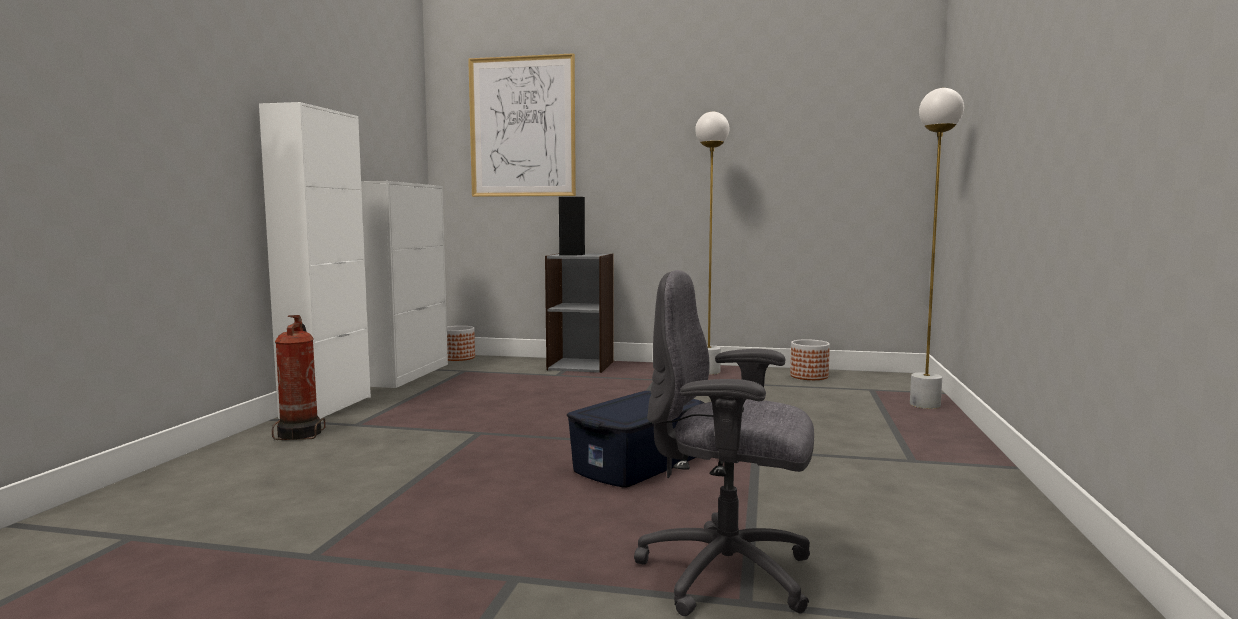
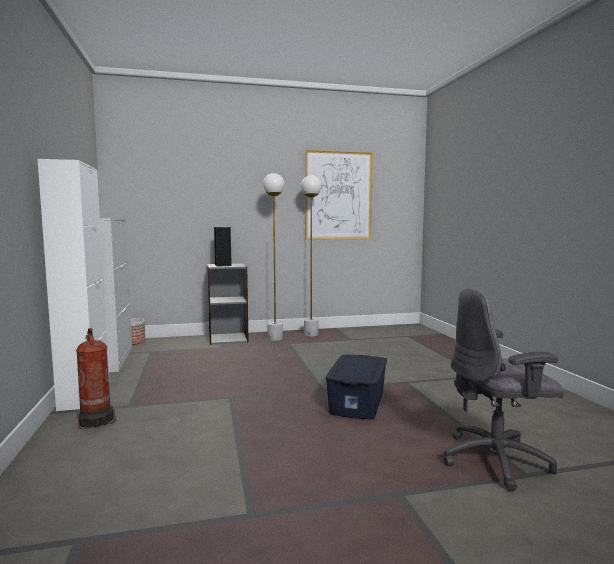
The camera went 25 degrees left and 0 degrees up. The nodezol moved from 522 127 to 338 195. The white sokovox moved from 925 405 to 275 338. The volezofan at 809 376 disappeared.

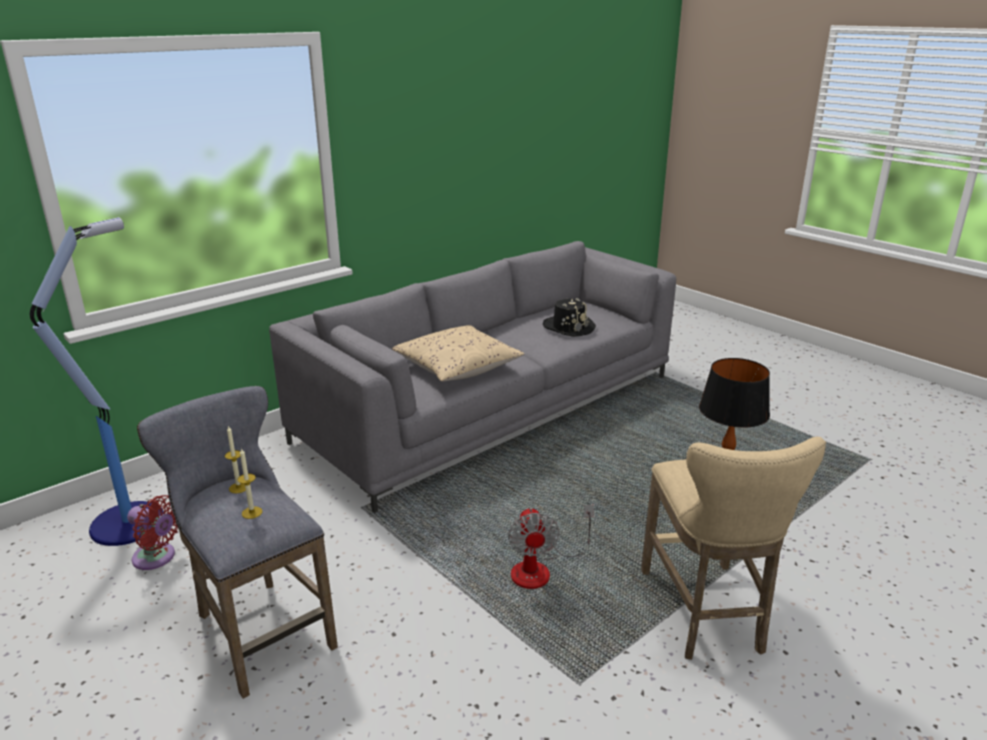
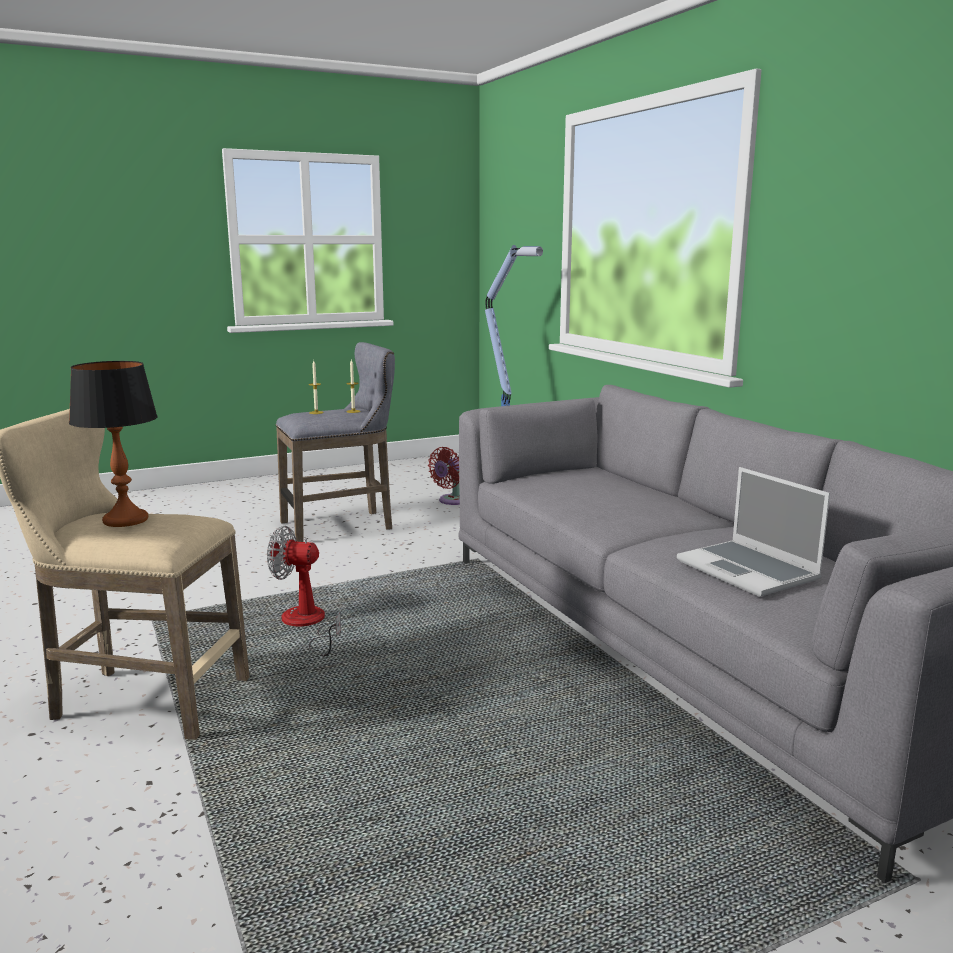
The camera went 105 degrees right and 10 degrees down. The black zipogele at 568 327 was replaced by the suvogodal at 749 571. The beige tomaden at 457 367 disappeared.

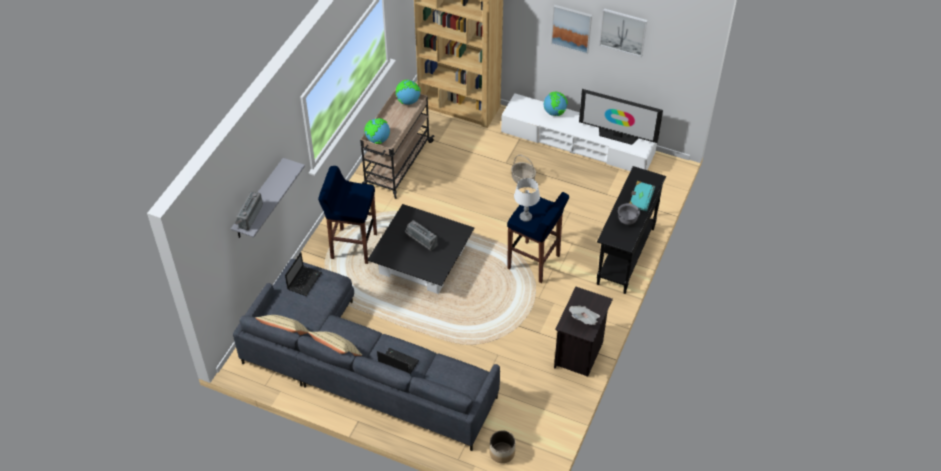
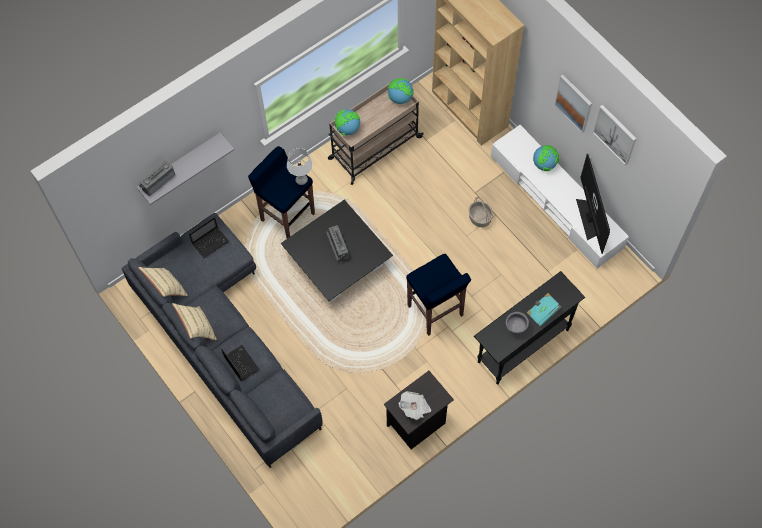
The camera went 30 degrees right and 15 degrees up. The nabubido at 617 135 turned 150 degrees counterclockwise. The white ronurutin moved from 525 217 to 301 180. The volezofan at 501 452 disappeared.

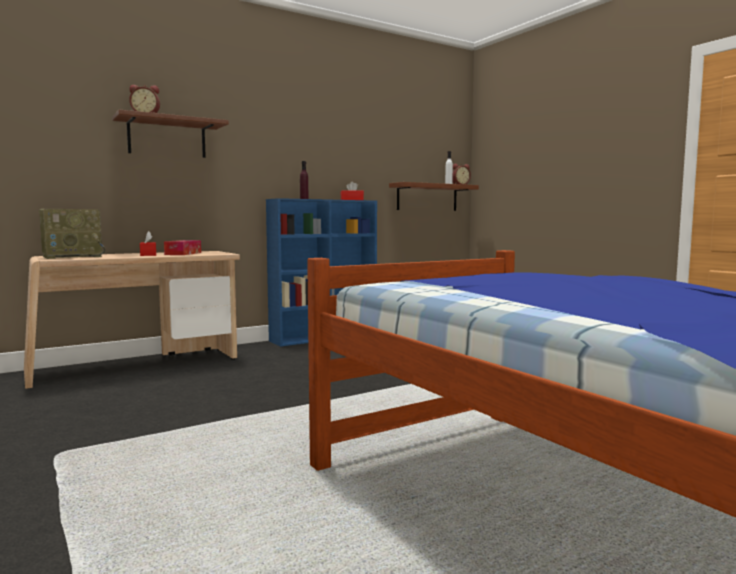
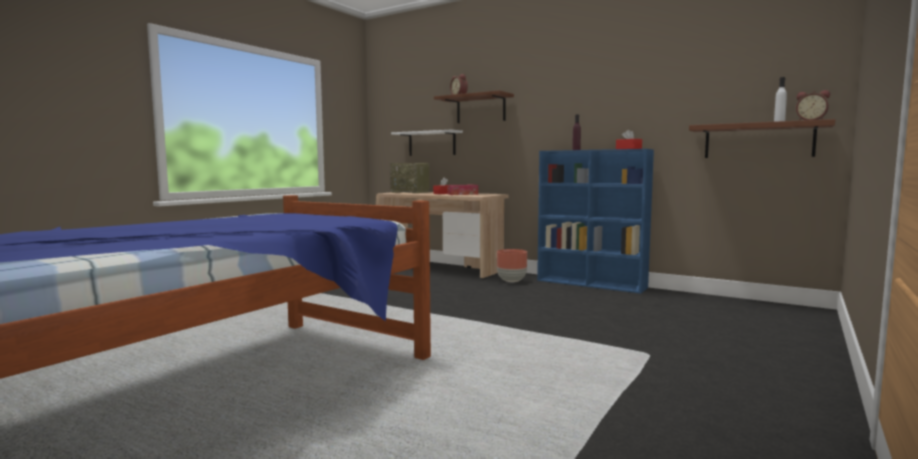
The camera went 65 degrees right and 0 degrees up. The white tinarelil at 432 143 appeared. The brown volezofan at 512 281 appeared.

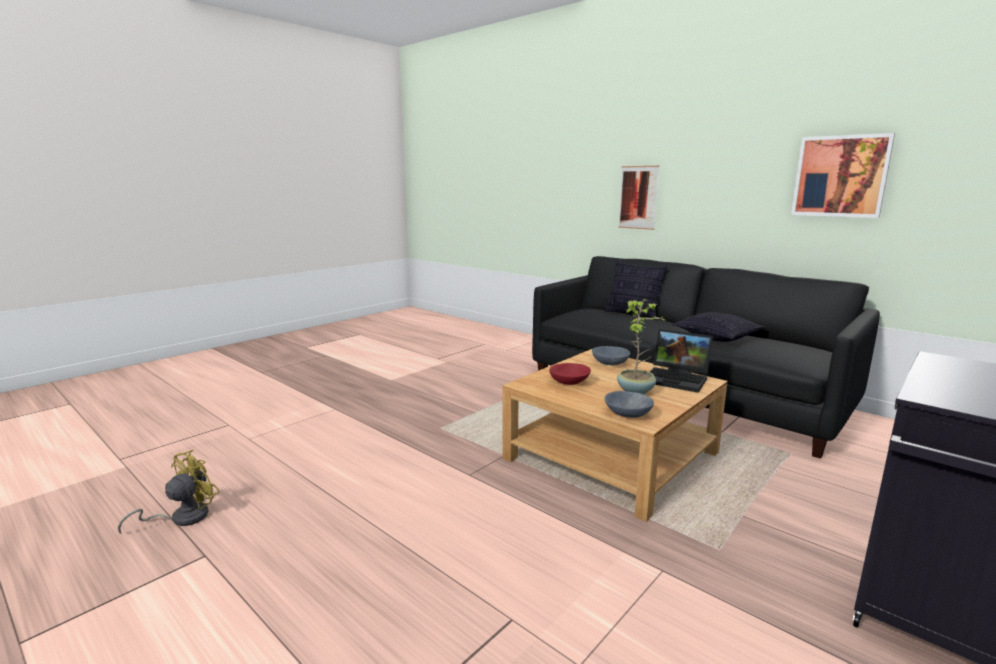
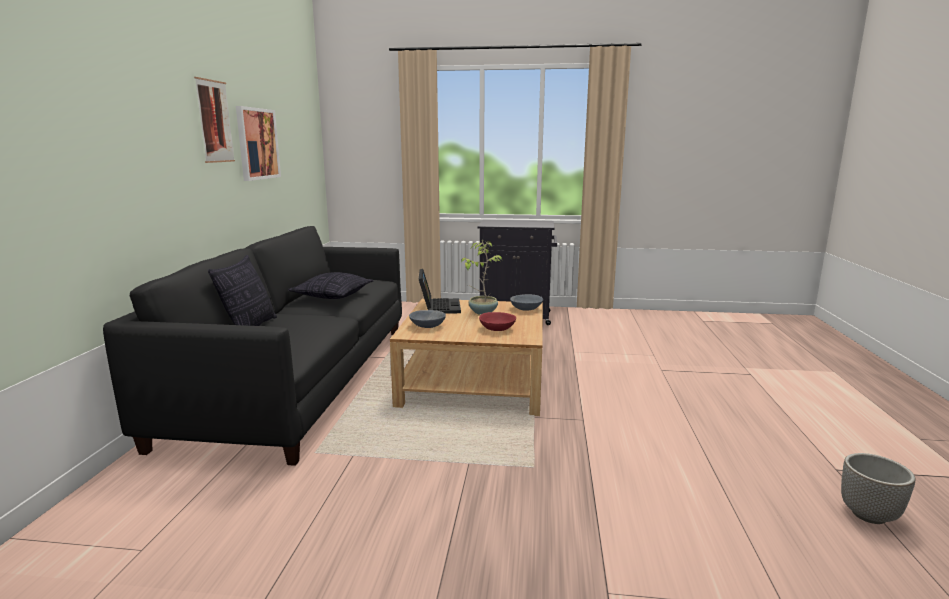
The camera went 125 degrees left and 0 degrees up. The nodezol moved from 638 197 to 215 121. The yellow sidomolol at 182 518 was replaced by the volezofan at 869 515.

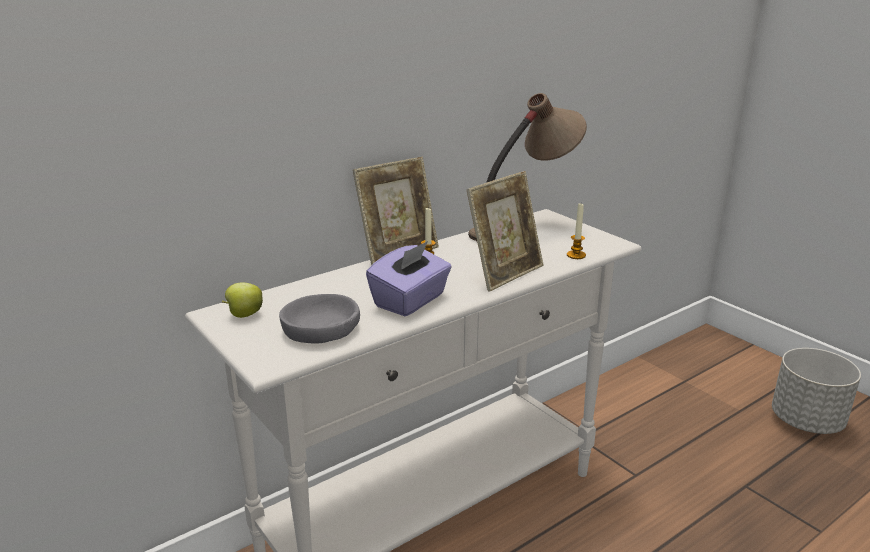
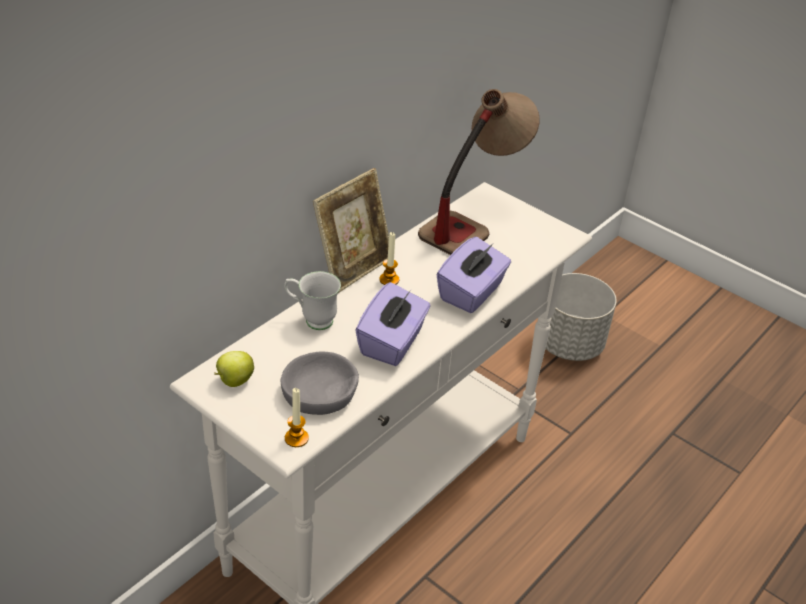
The camera went 15 degrees left and 15 degrees up. The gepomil at 505 273 was replaced by the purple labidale at 471 293. The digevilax moved from 576 255 to 296 438. The grey volezofan moved from 806 421 to 569 344. The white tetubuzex at 312 319 appeared.

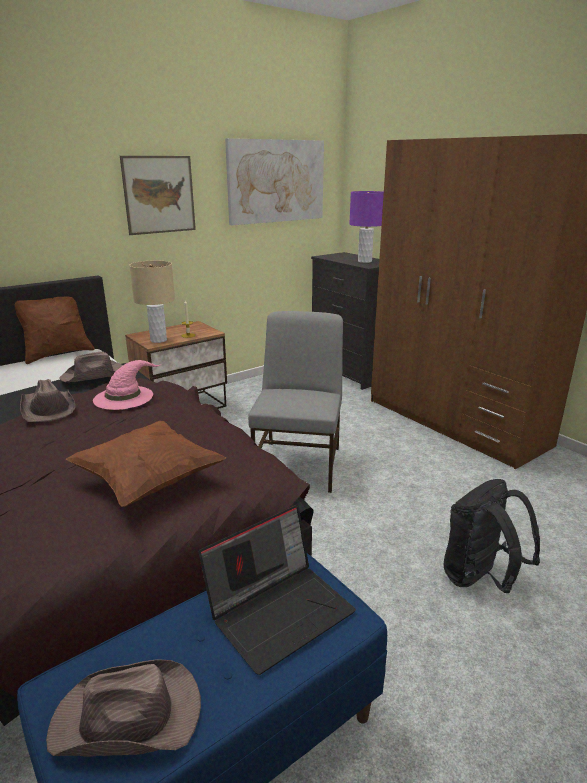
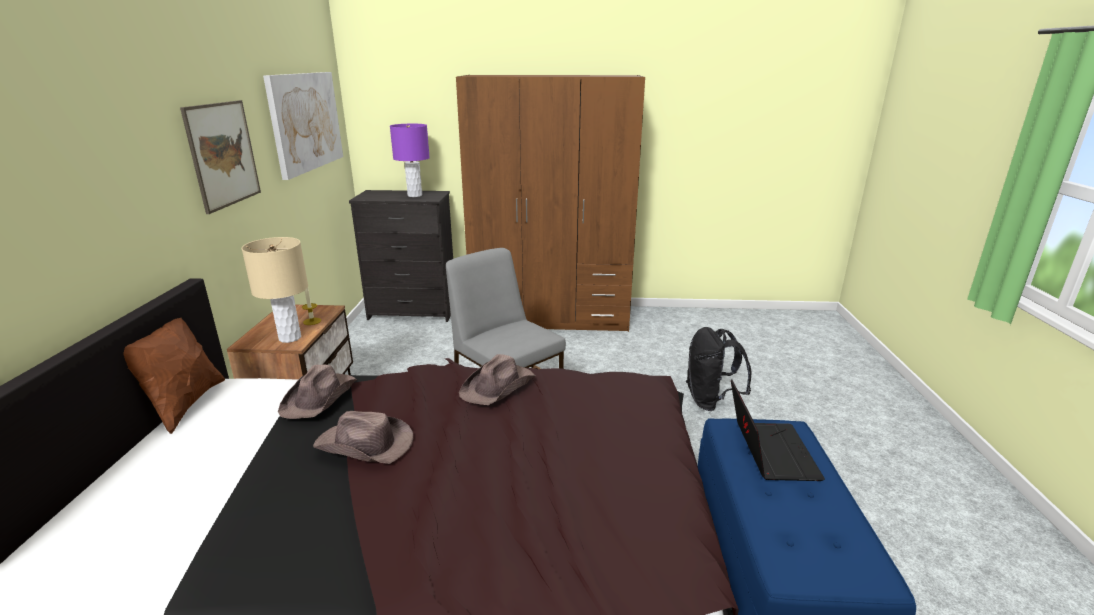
The camera went 50 degrees left and 0 degrees up. The pink zipogele at 124 397 disappeared. The brown tomaden at 149 481 disappeared. The brown zipogele moved from 128 718 to 499 386.

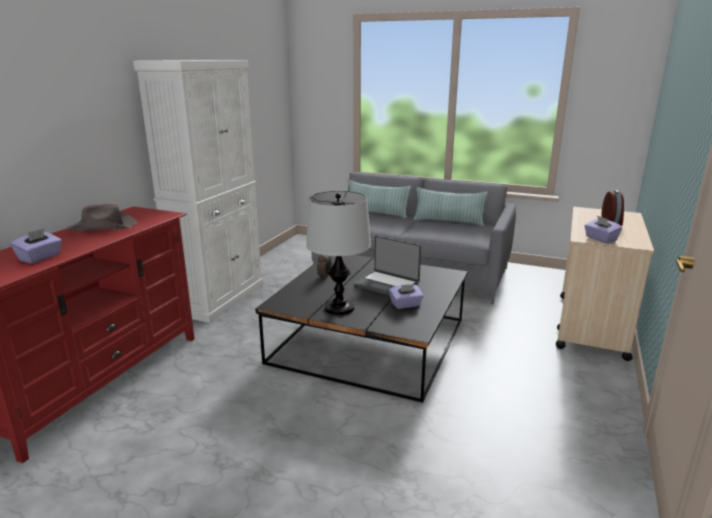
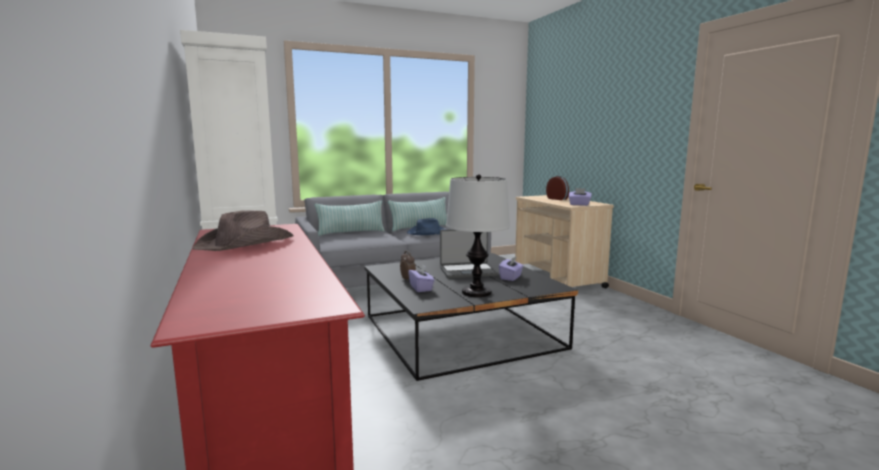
The camera went 45 degrees left and 10 degrees down. The purple labidale moved from 40 258 to 421 288. The blue zipogele at 427 233 appeared.

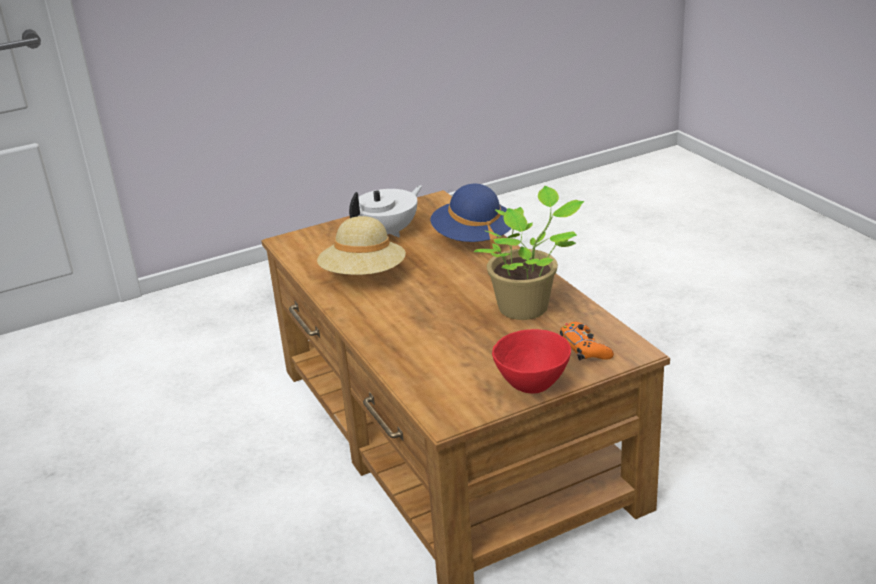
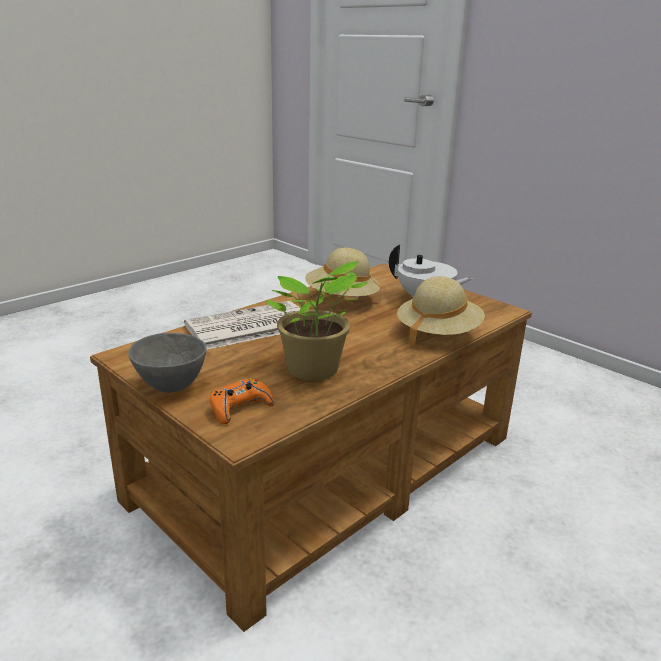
The camera went 70 degrees right and 5 degrees down. The blue zipogele at 473 239 became the beige zipogele at 438 333. The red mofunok at 532 386 became the grey mofunok at 170 386. The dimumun at 248 327 appeared.

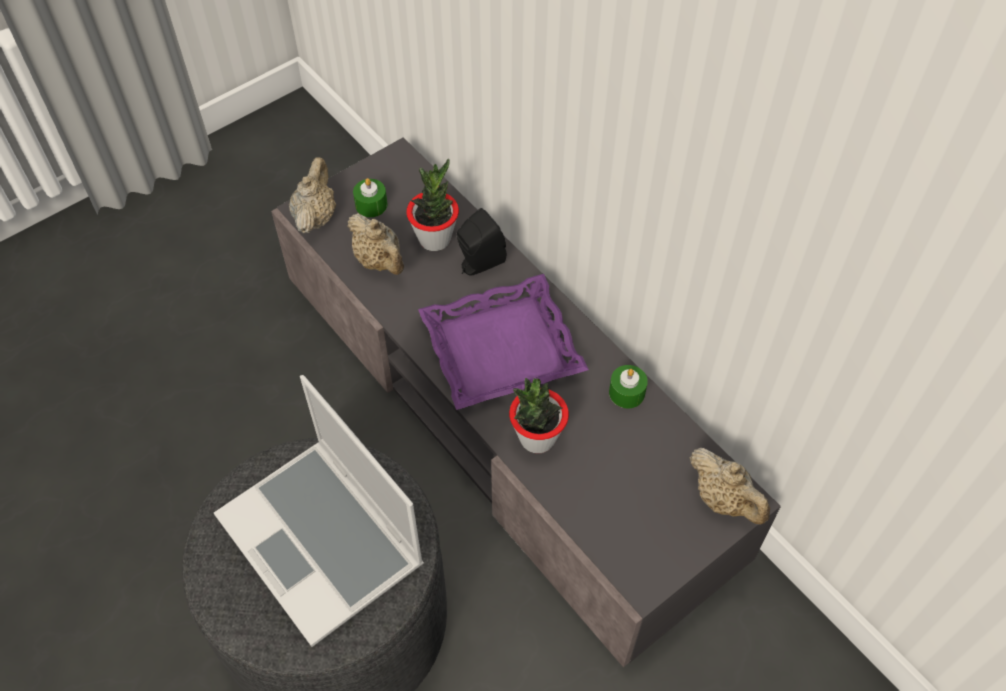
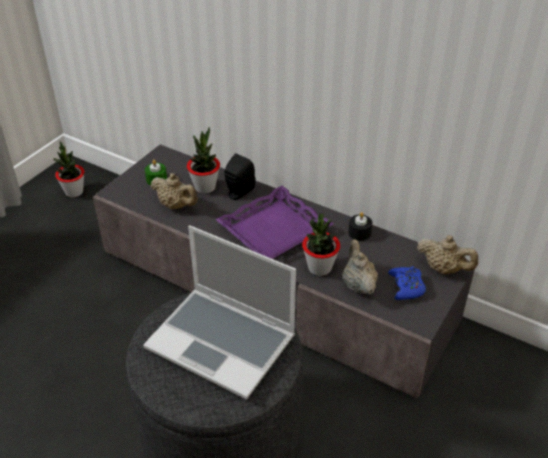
The camera went 20 degrees left and 15 degrees down. The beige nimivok moved from 315 217 to 358 284. The green digevilax at 626 392 became the black digevilax at 359 233. The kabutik at 74 192 appeared. The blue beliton at 406 287 appeared.

